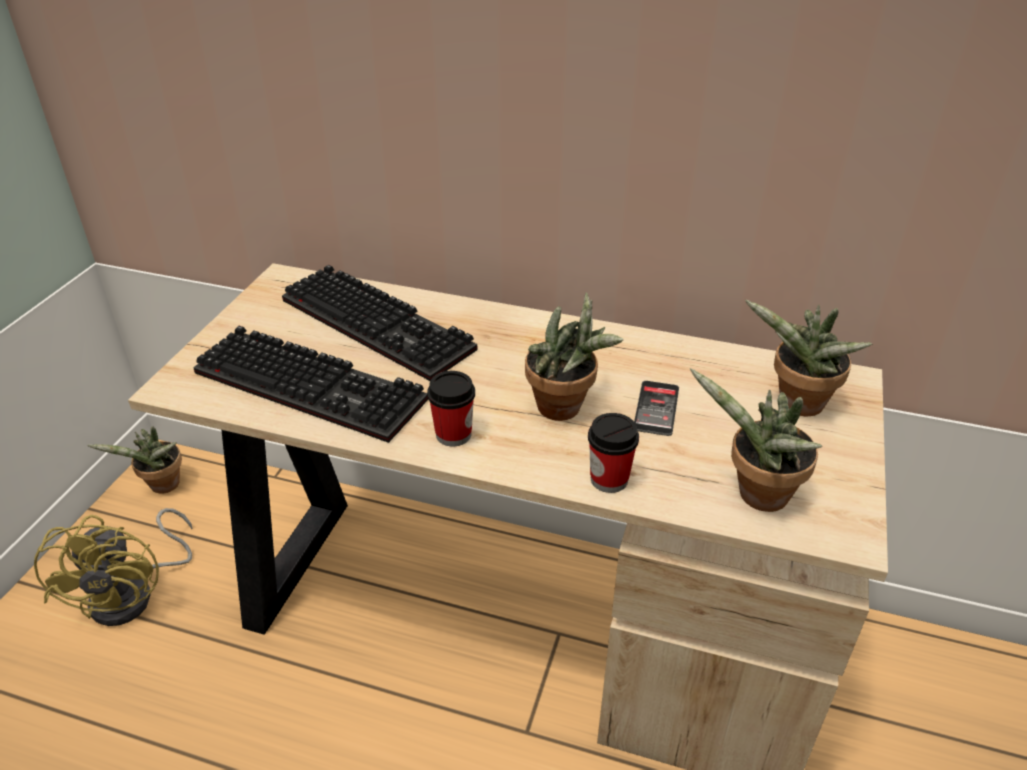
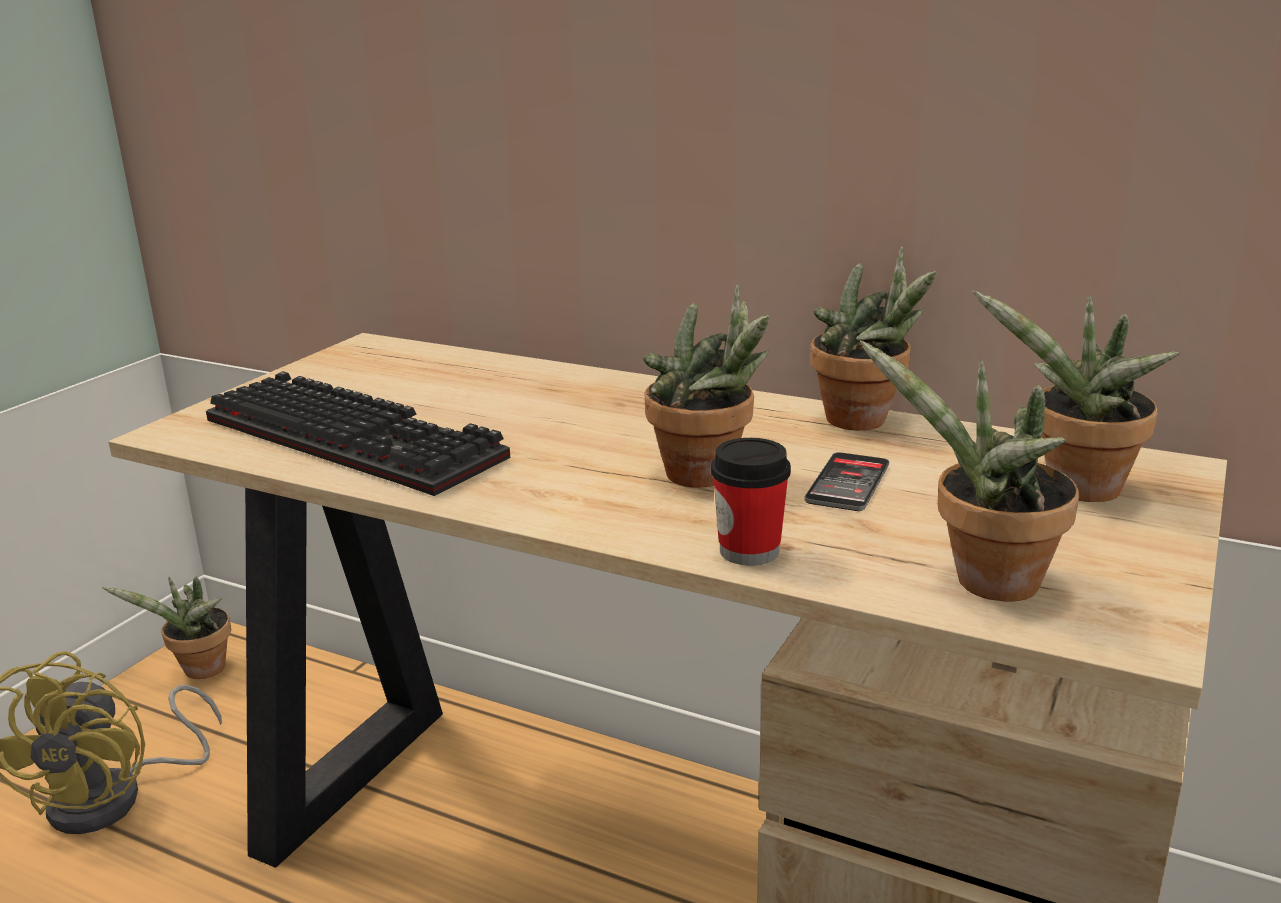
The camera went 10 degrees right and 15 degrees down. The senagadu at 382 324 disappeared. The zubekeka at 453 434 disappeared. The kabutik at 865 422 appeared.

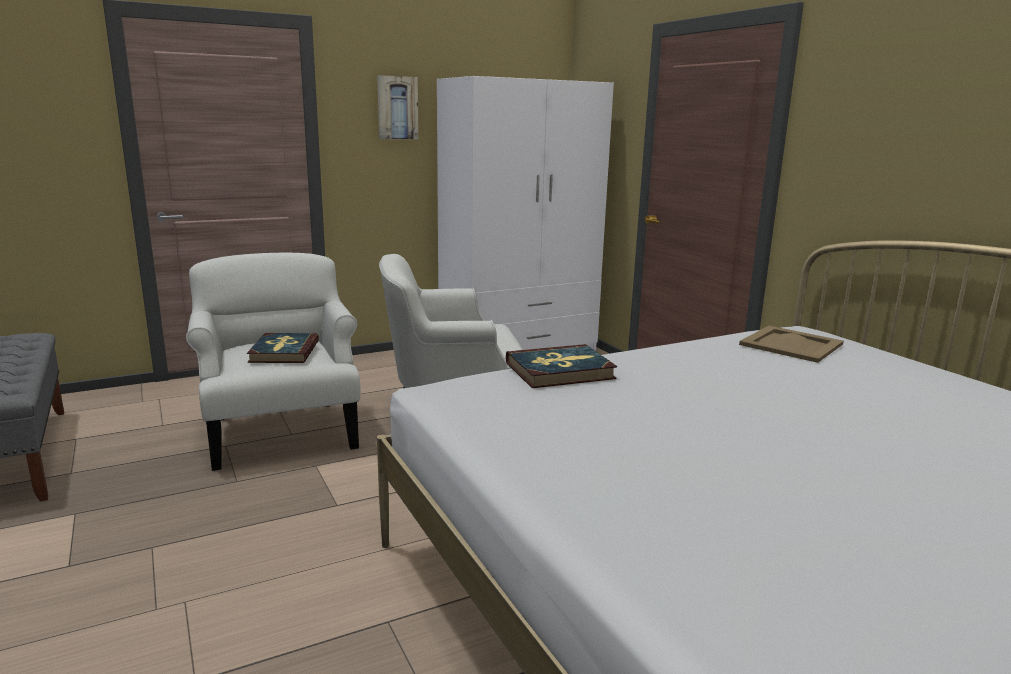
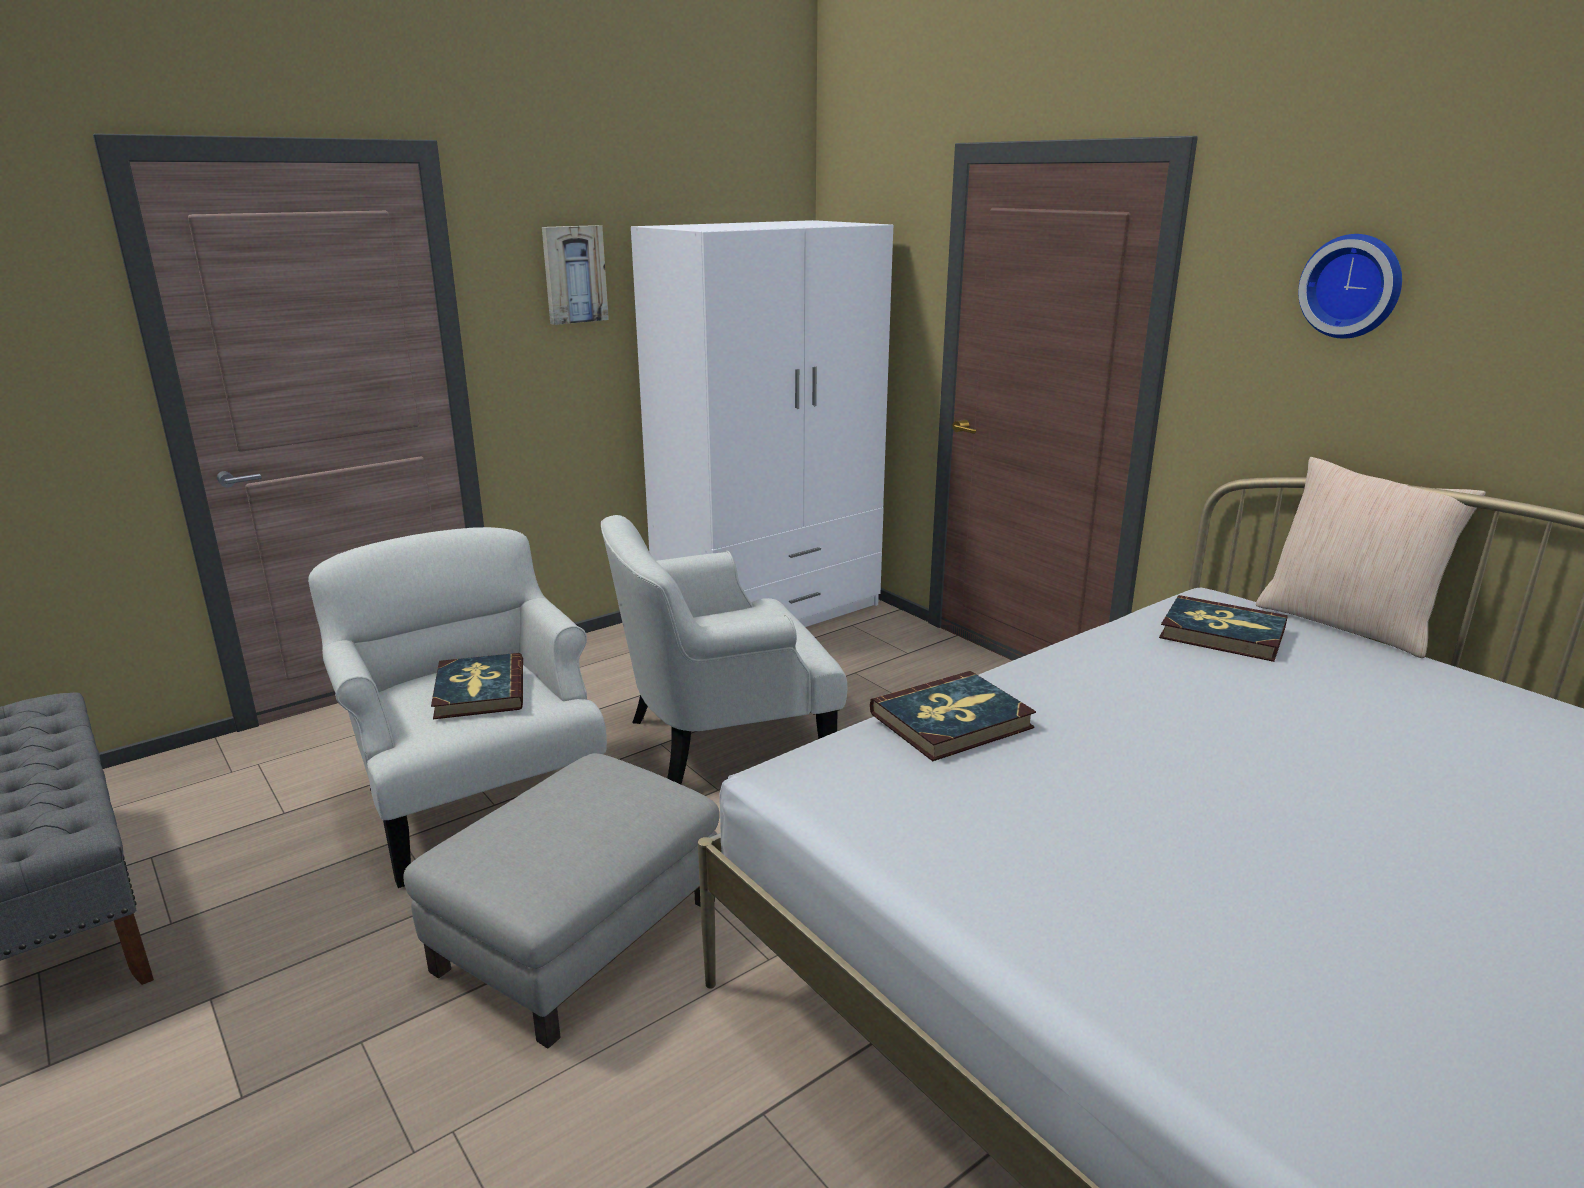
The camera went 10 degrees left and 5 degrees up. The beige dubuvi at 791 345 was replaced by the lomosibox at 1222 633. The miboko at 1352 286 appeared. The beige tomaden at 1346 624 appeared. The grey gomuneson at 579 936 appeared.

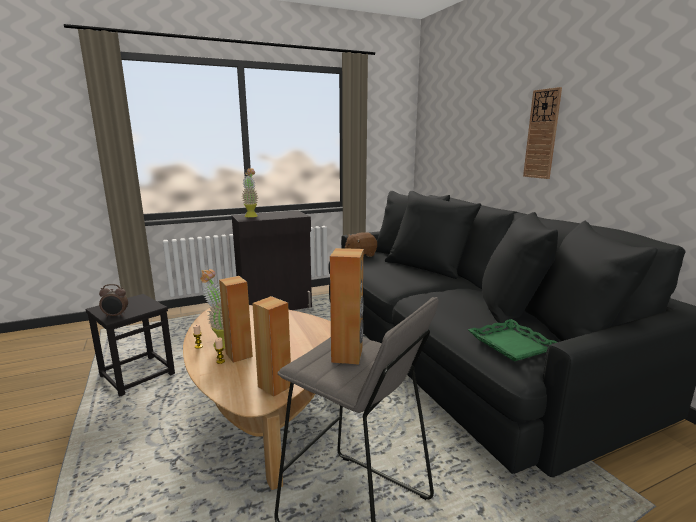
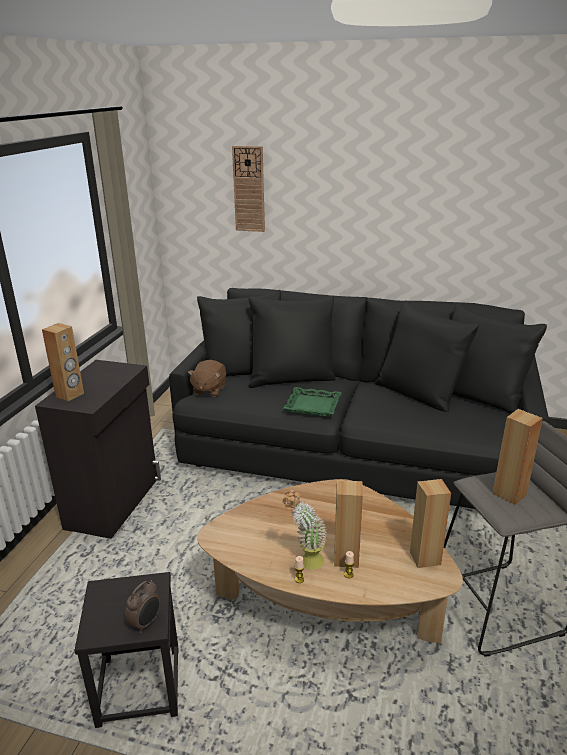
The camera went 50 degrees left and 10 degrees up. The miboko moved from 542 134 to 249 189. The kabutik at 251 215 was replaced by the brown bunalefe at 70 395. The green dubuvi moved from 511 345 to 312 406.

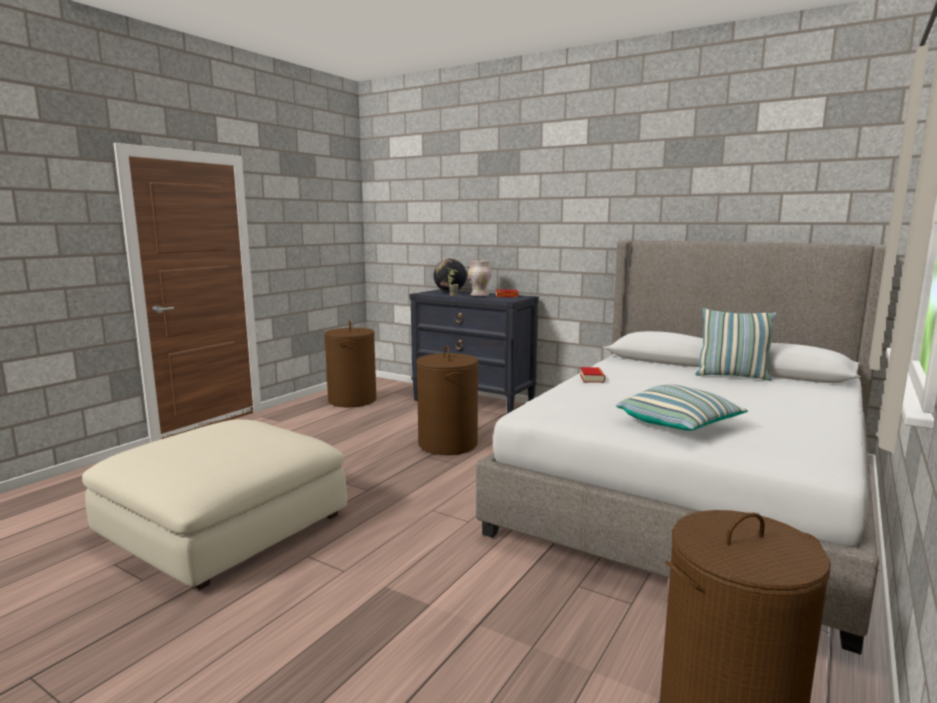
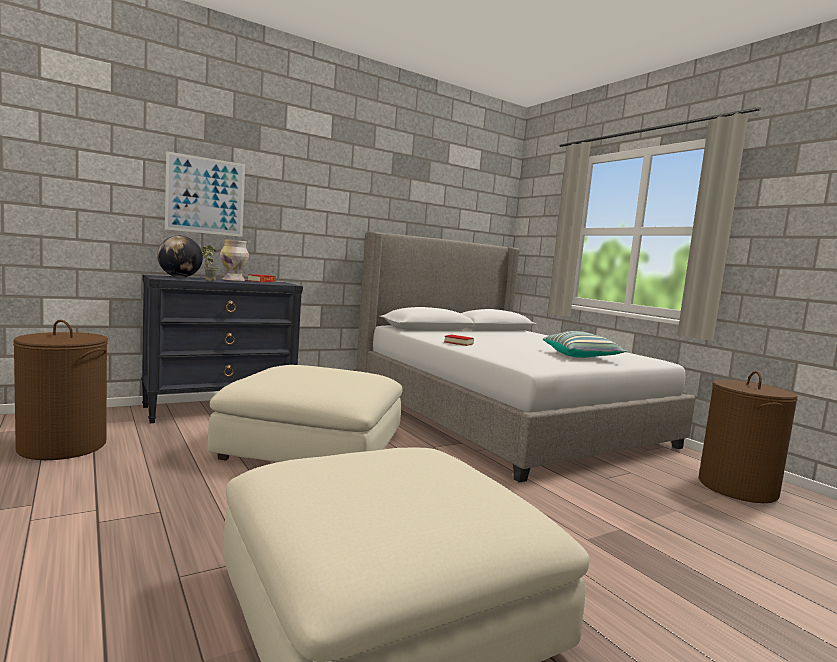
The camera went 65 degrees left and 5 degrees down. The tomaden at 732 376 disappeared. The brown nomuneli at 447 444 was replaced by the beige gomuneson at 312 445. The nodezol at 205 196 appeared.

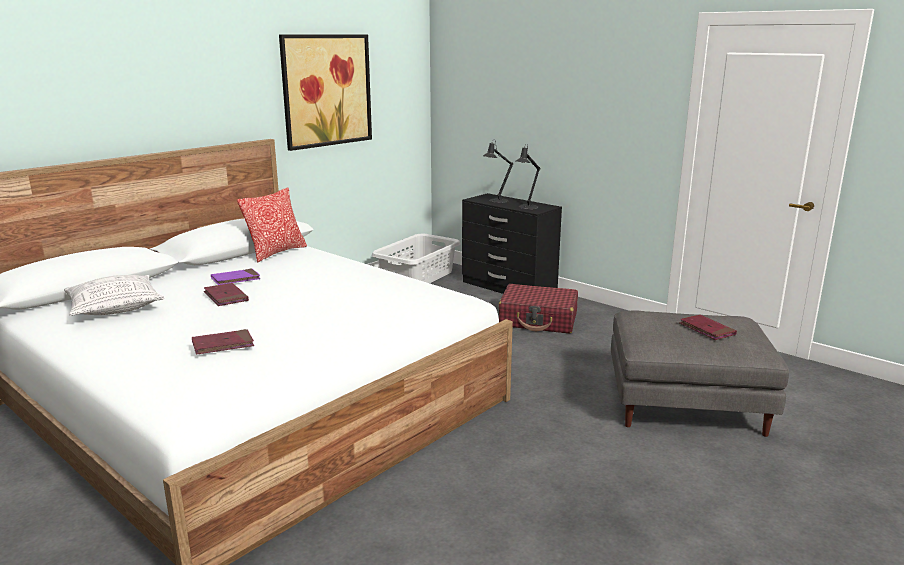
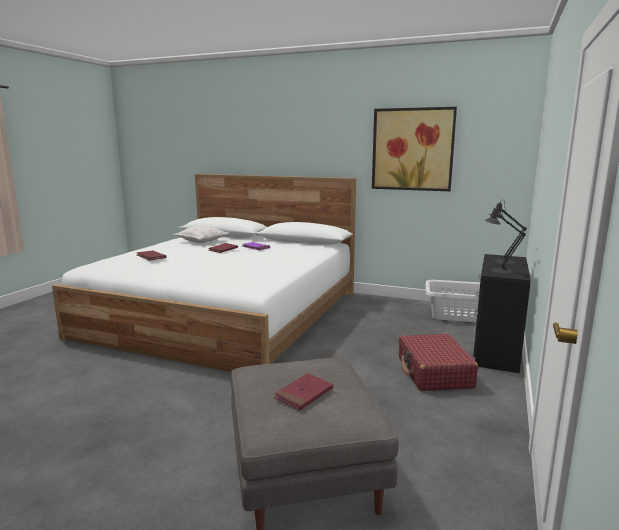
The camera went 70 degrees right and 5 degrees down. The tomaden at 276 252 disappeared.

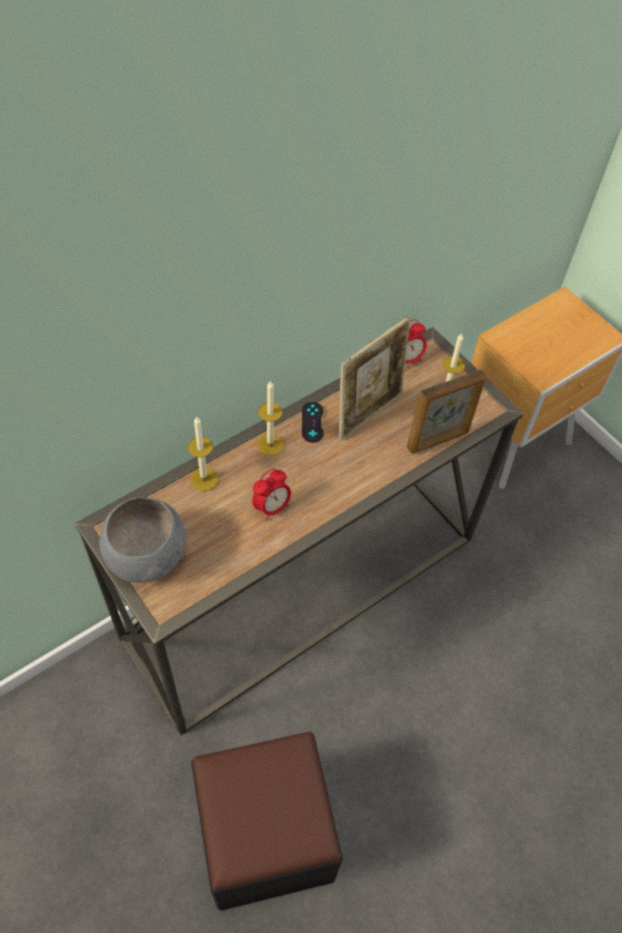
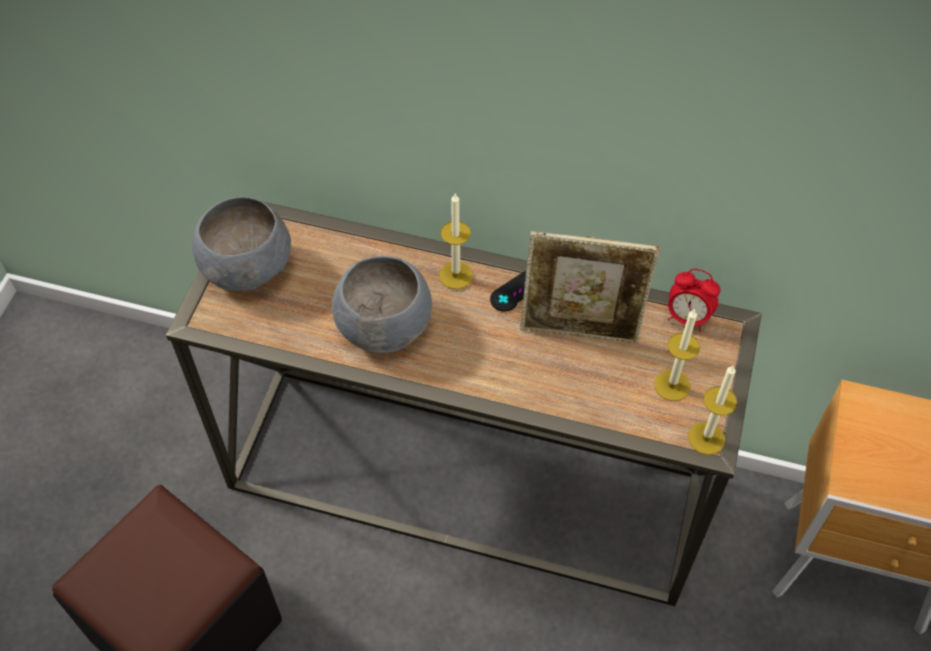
The camera went 55 degrees right and 0 degrees up. The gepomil at 438 440 disappeared. The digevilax moved from 204 479 to 706 438. The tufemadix at 272 507 was replaced by the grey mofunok at 386 325.

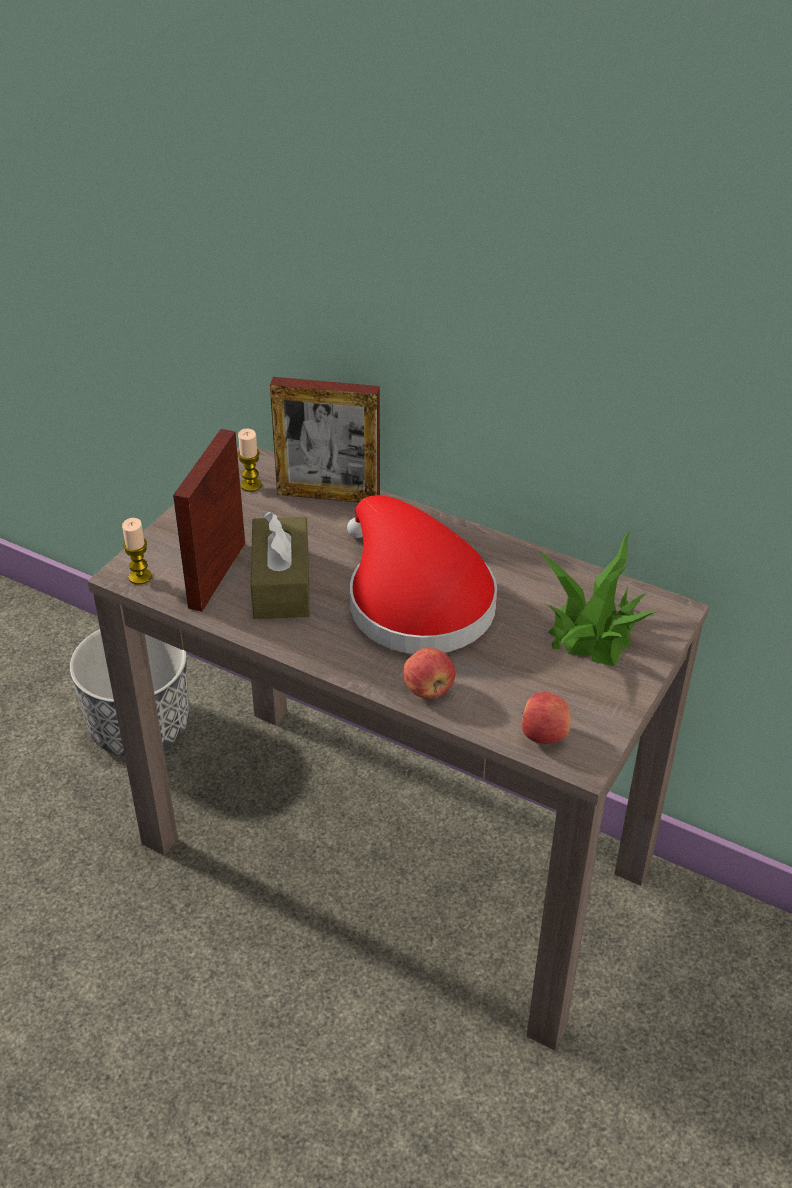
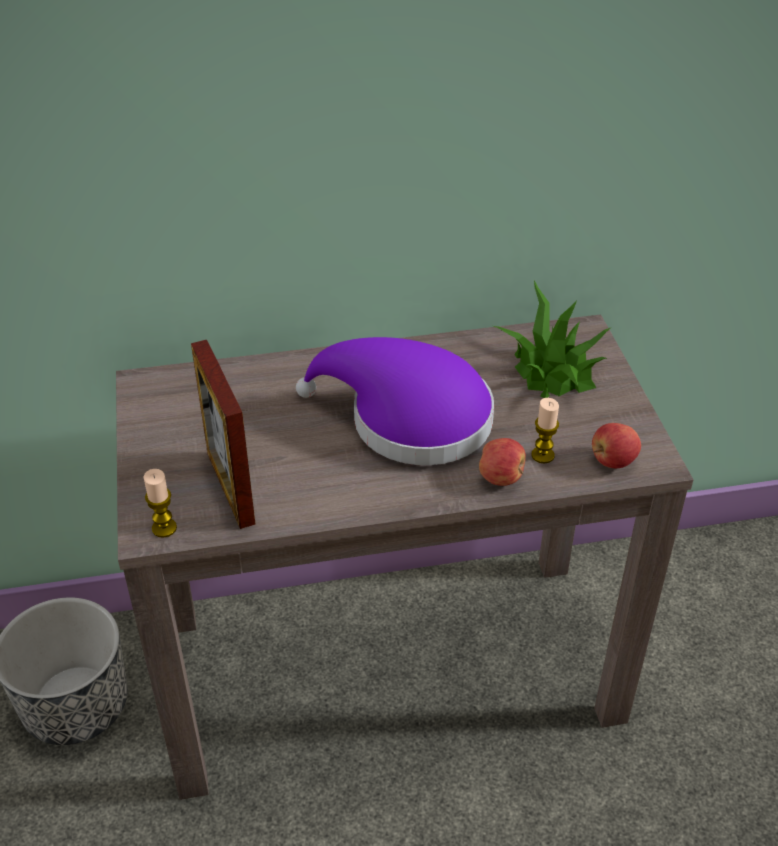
The camera went 40 degrees left and 0 degrees up. The gepomil at 328 495 disappeared. The digevilax moved from 251 485 to 542 455. The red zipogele at 414 600 became the purple zipogele at 409 419. The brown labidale at 281 584 disappeared.

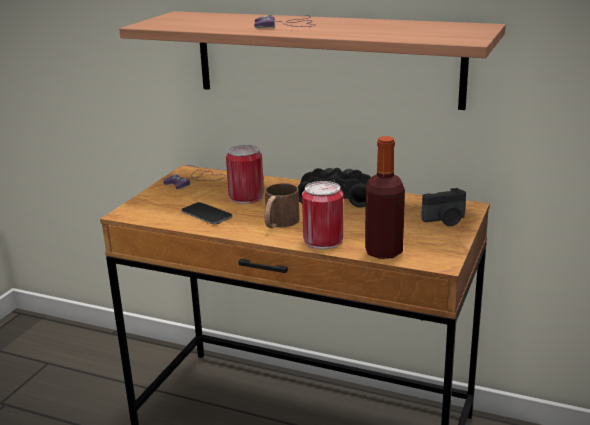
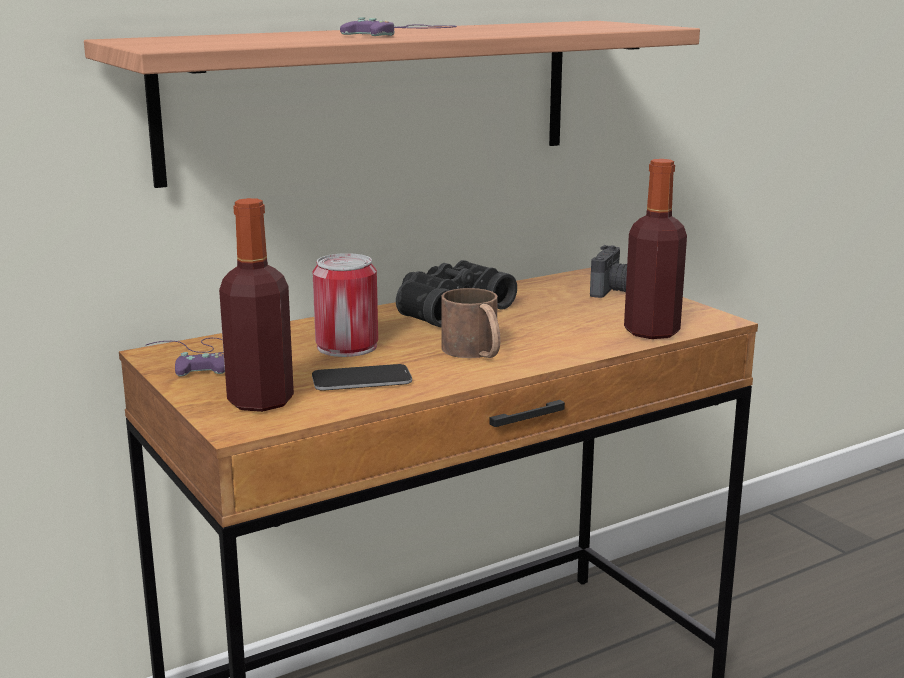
The camera went 55 degrees left and 5 degrees down. The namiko at 323 240 disappeared. The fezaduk at 260 401 appeared.

